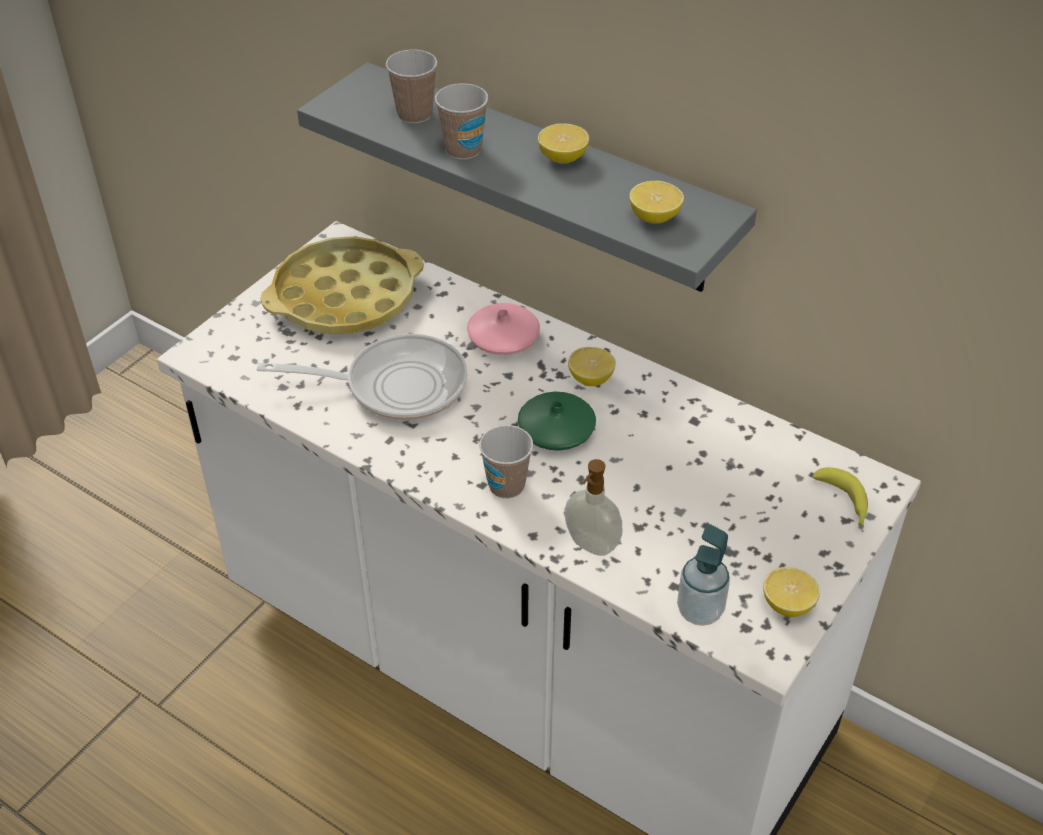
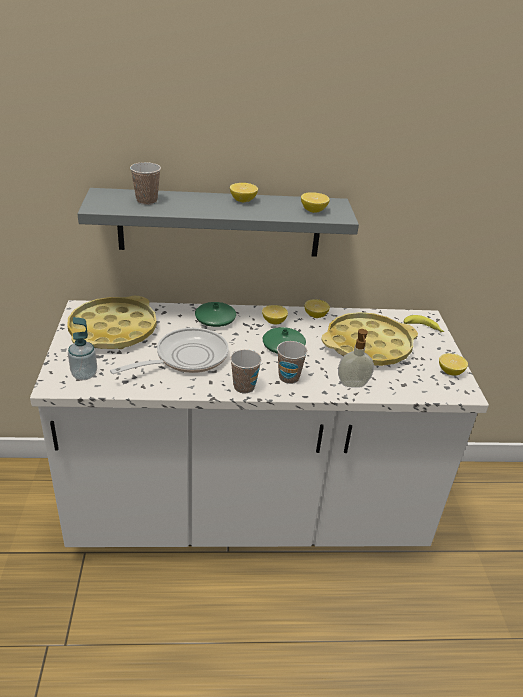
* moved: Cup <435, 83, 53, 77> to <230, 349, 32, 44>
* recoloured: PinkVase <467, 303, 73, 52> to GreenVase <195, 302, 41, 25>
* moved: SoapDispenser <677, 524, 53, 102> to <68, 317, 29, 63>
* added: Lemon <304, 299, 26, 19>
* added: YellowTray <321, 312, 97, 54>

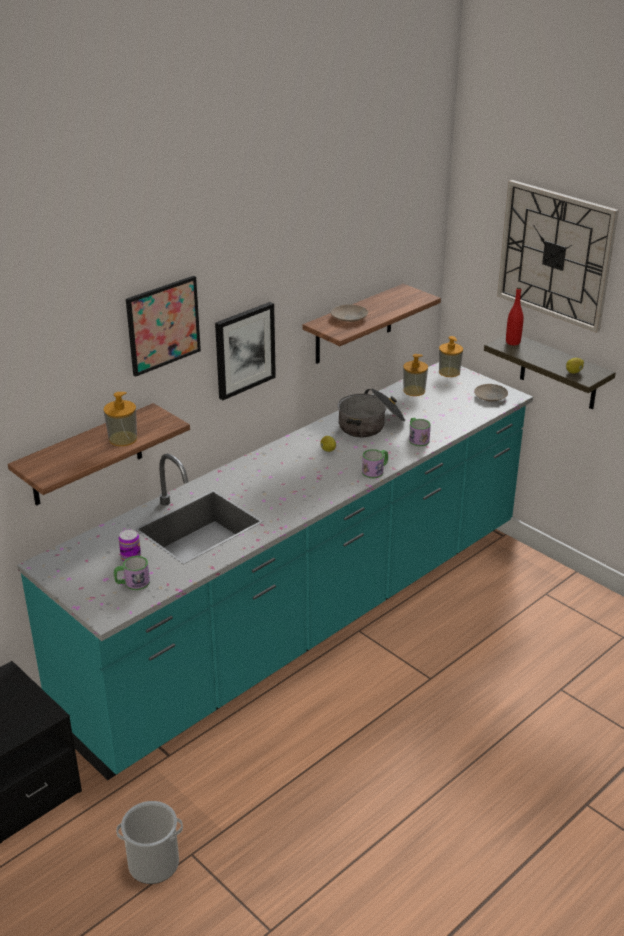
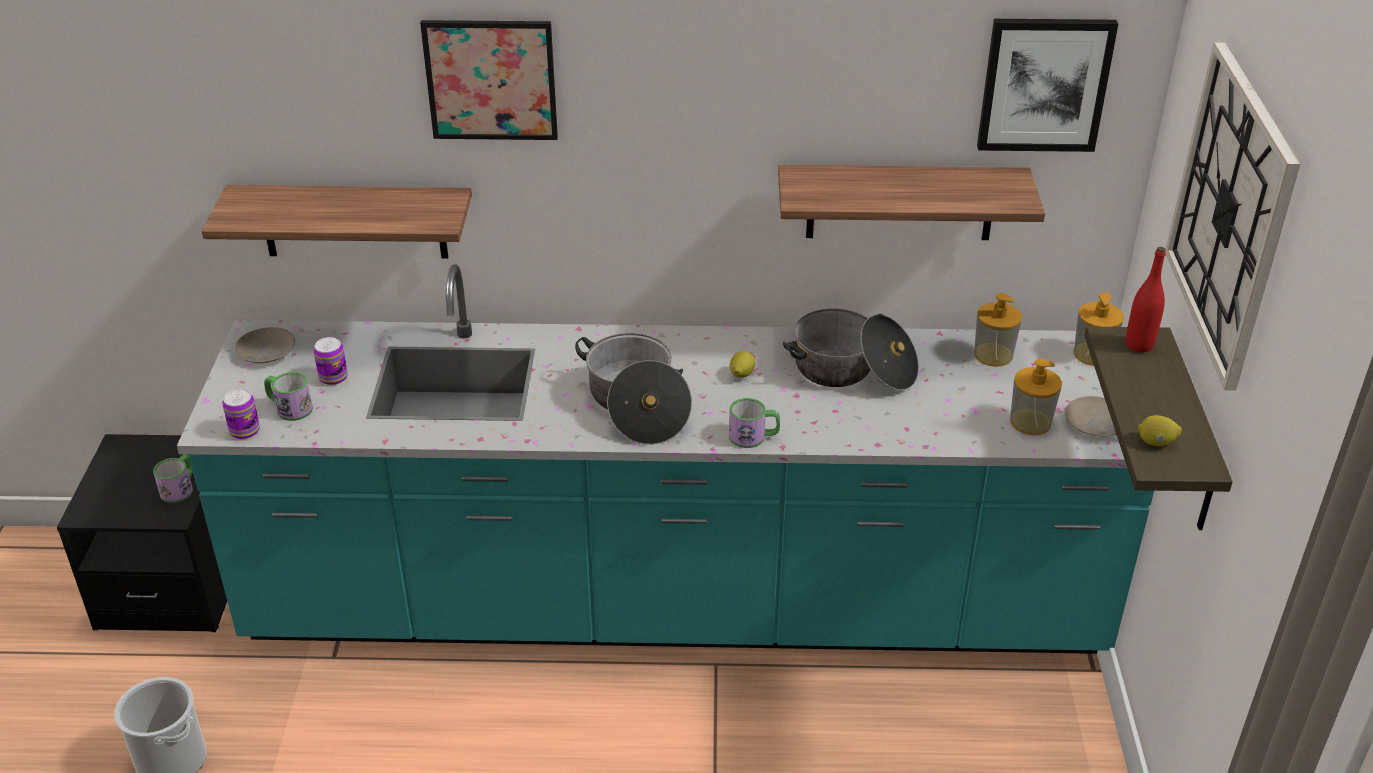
* moved: SoapDispenser <104, 392, 33, 54> to <1010, 358, 52, 77>
* moved: Picture <215, 302, 61, 98> to <977, 19, 141, 133>
* moved: BeigePlate <331, 305, 37, 17> to <235, 327, 60, 36>
* moved: Mug <409, 418, 22, 28> to <153, 454, 40, 49>
* added: Can <222, 389, 38, 50>
* added: CookingPot <575, 333, 117, 112>

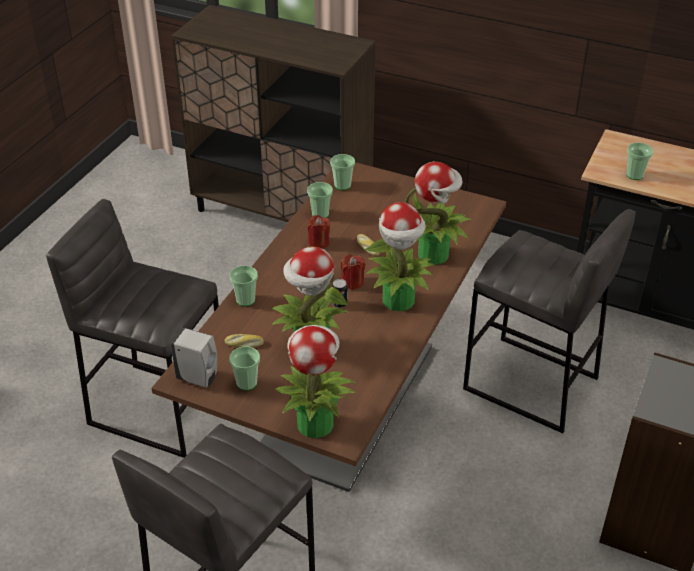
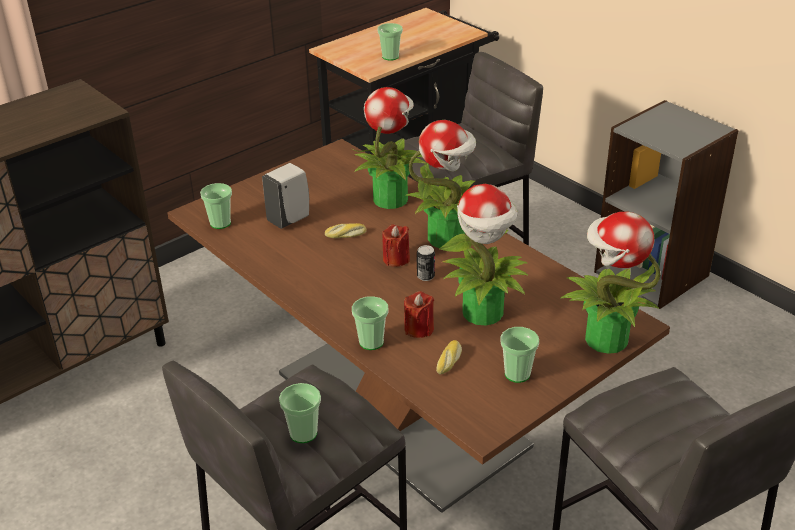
* moved: WhiteSoapDispenser <171, 328, 47, 60> to <262, 163, 47, 66>
* moved: Cup <307, 182, 26, 36> to <279, 383, 42, 60>
* moved: RedCandle <308, 215, 22, 34> to <404, 291, 30, 47>

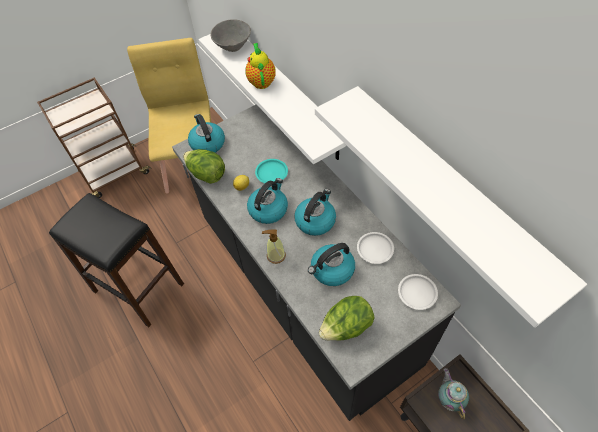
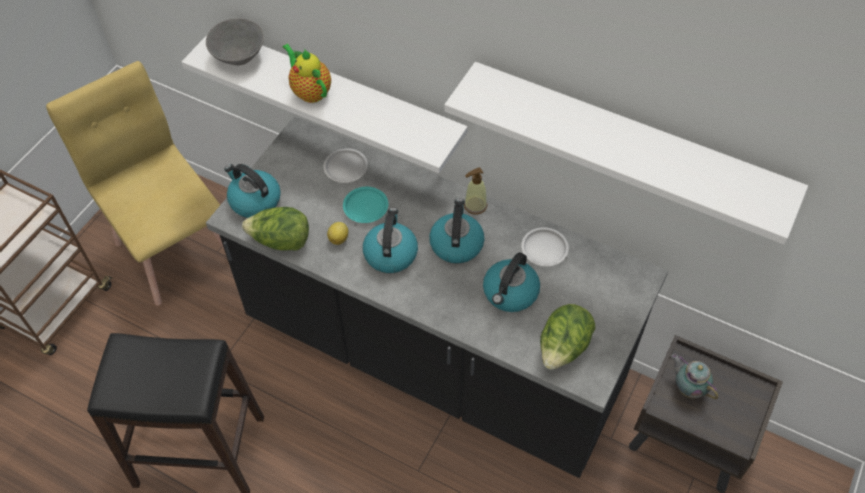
* moved: SoapDispenser <262, 229, 24, 35> to <464, 167, 24, 48>
* moved: WhitePlate <398, 274, 40, 36> to <323, 148, 45, 35>

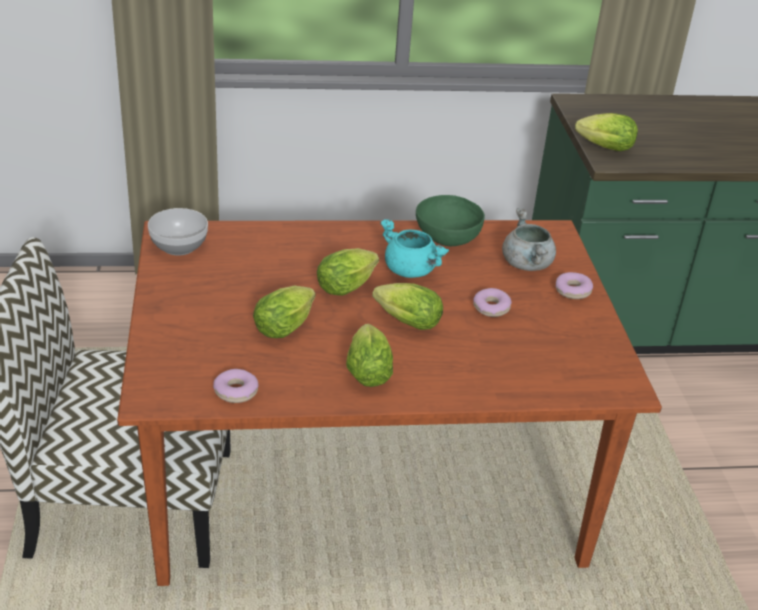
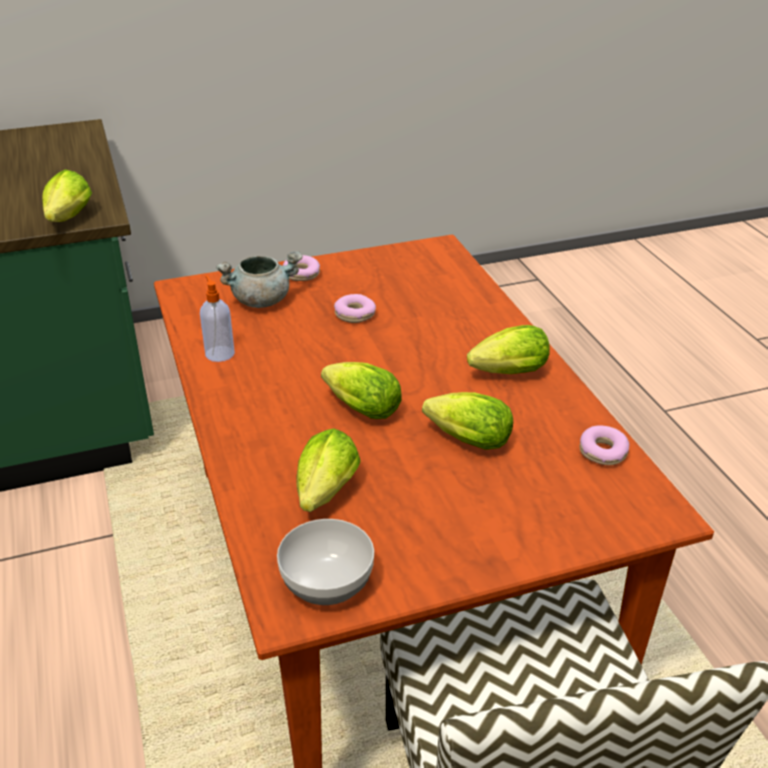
* moved: Lettuce <372, 283, 71, 47> to <296, 428, 65, 84>
* removed: TurquoiseCookingPot <380, 219, 69, 59>
* replaced: GreenBowl <416, 195, 69, 51> to SoapDispenser <200, 275, 35, 87>

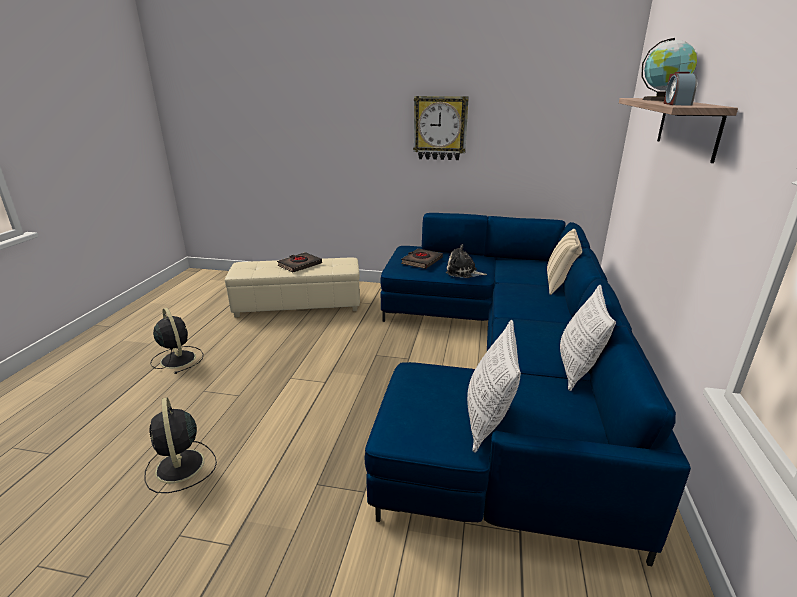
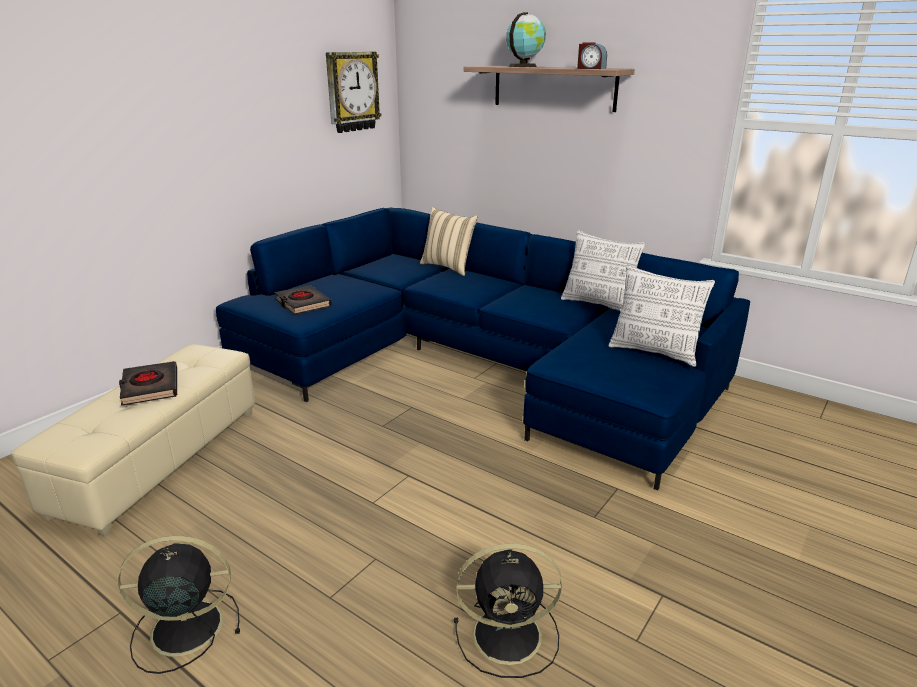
* moved: WallClock <413, 96, 56, 64> to <326, 52, 56, 81>
* removed: PlushToy <446, 244, 41, 34>

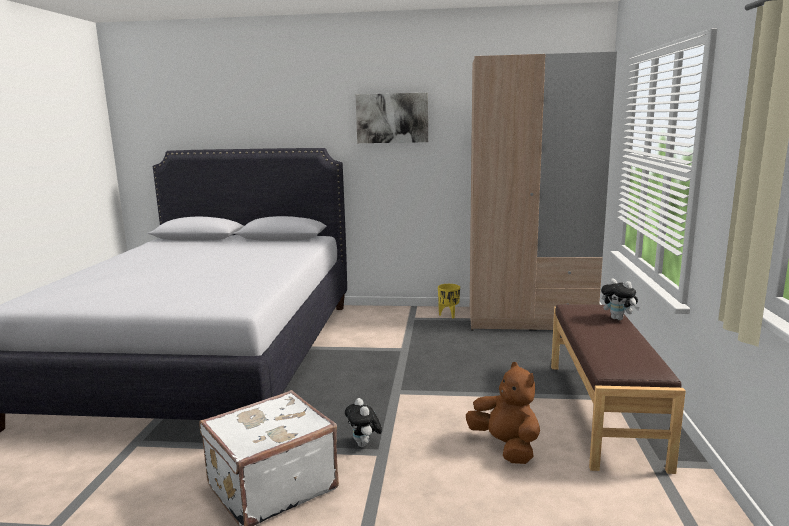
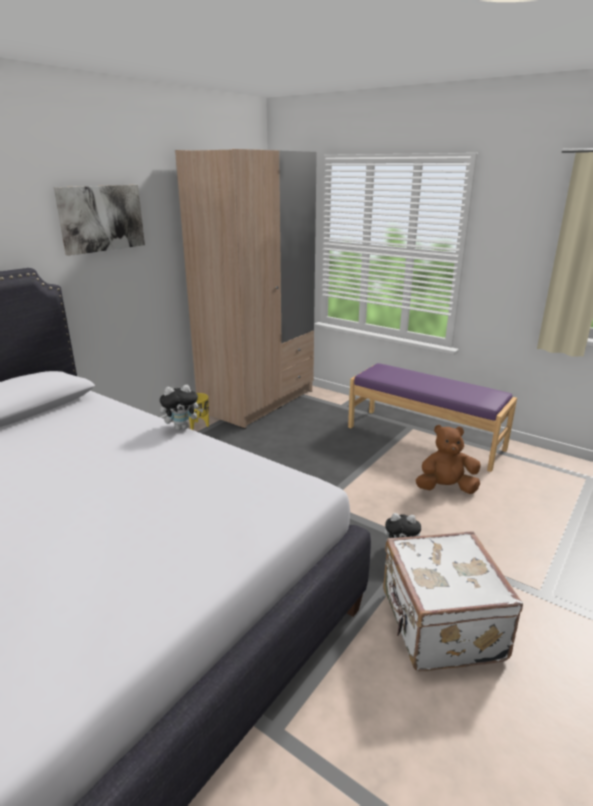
* recoloured: BrownBench <551, 304, 135, 170> to PurpleBench <348, 363, 169, 109>
* moved: PlushToy <601, 278, 39, 42> to <160, 385, 44, 45>

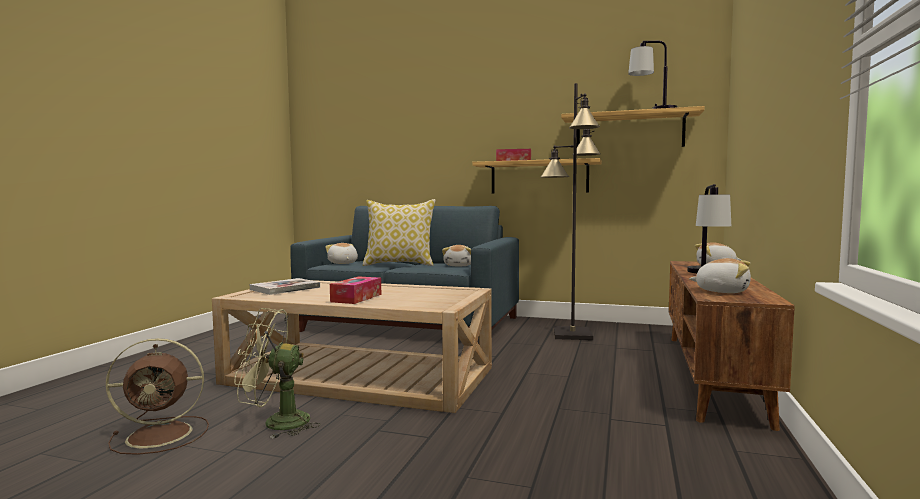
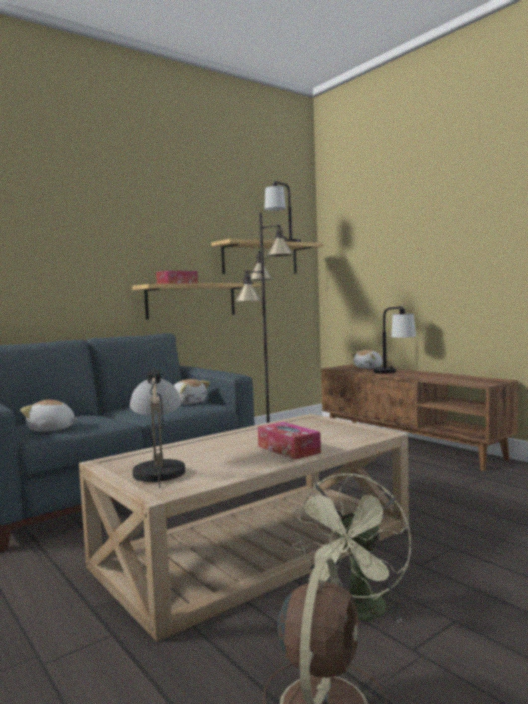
* replaced: Book <250, 278, 70, 17> to TableLamp <130, 367, 55, 121>
* removed: Pillow <363, 199, 72, 67>
* removed: PlushToy <689, 258, 62, 35>

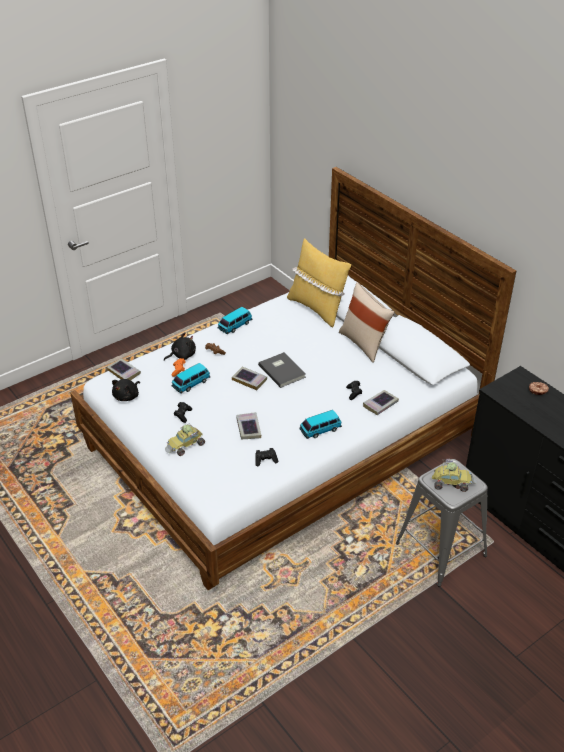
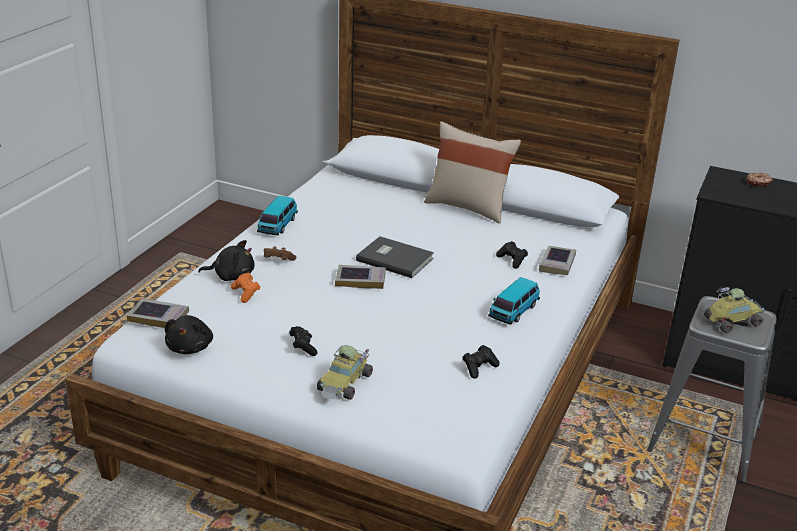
* turned: BlackPlushToy <164, 332, 32, 29> = <198, 240, 57, 41> 60 degrees clockwise
* removed: ToyCar <171, 363, 39, 30>
* removed: Book <236, 412, 25, 27>
* removed: YellowPillow <287, 238, 64, 89>

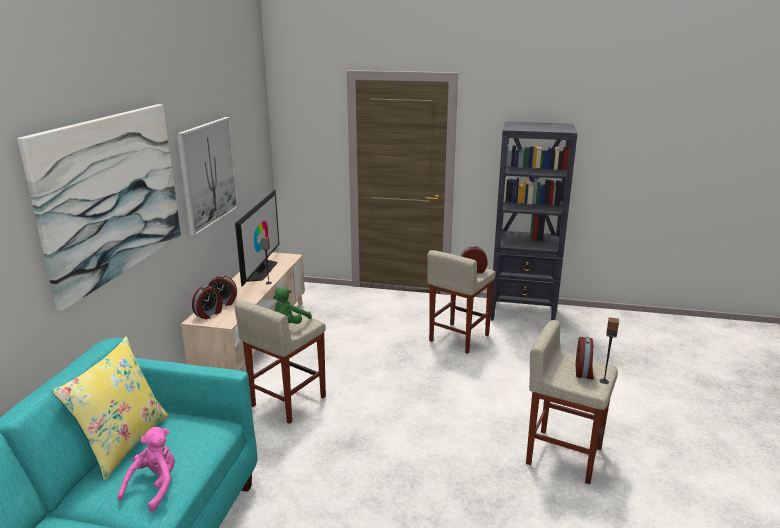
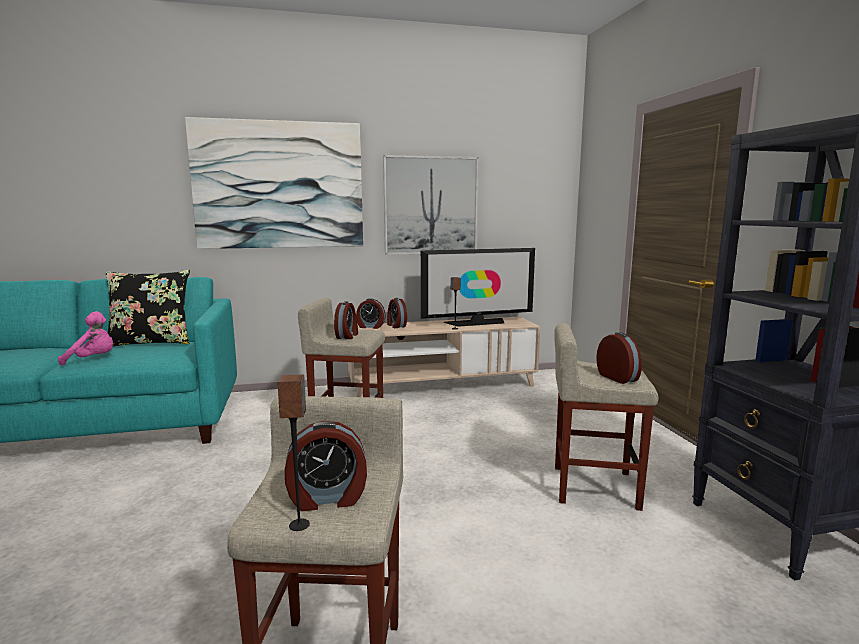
* recoloured: YellowPillow <52, 336, 116, 144> to BlackPillow <106, 270, 84, 77>
* replaced: GreenPlushToy <273, 287, 39, 37> to AlarmClock <334, 301, 24, 38>

